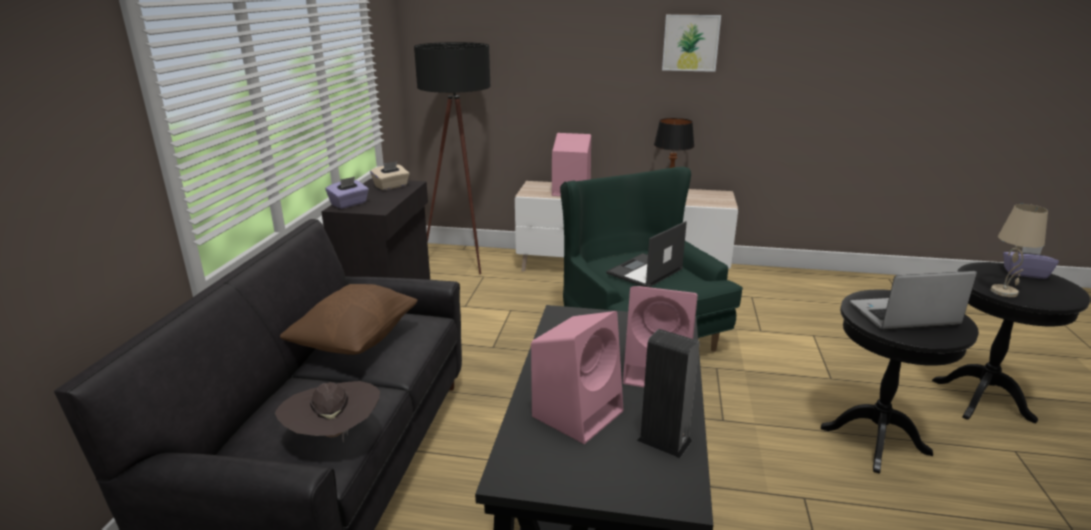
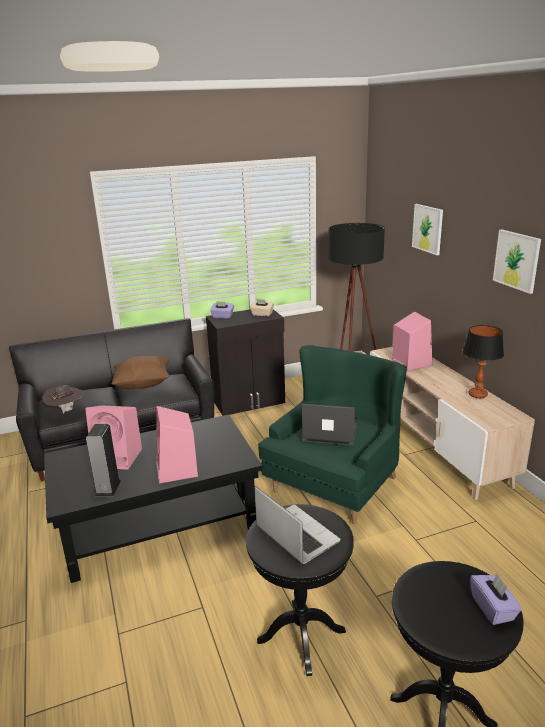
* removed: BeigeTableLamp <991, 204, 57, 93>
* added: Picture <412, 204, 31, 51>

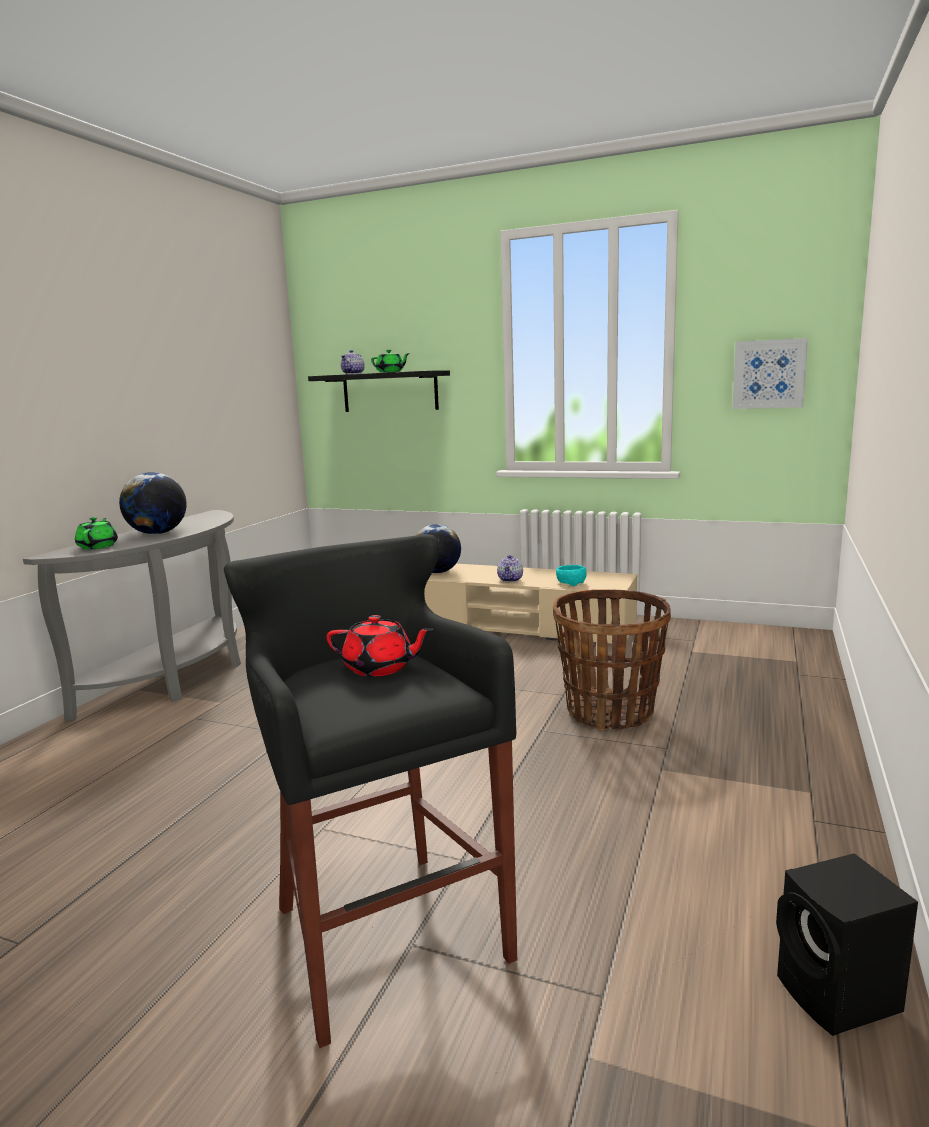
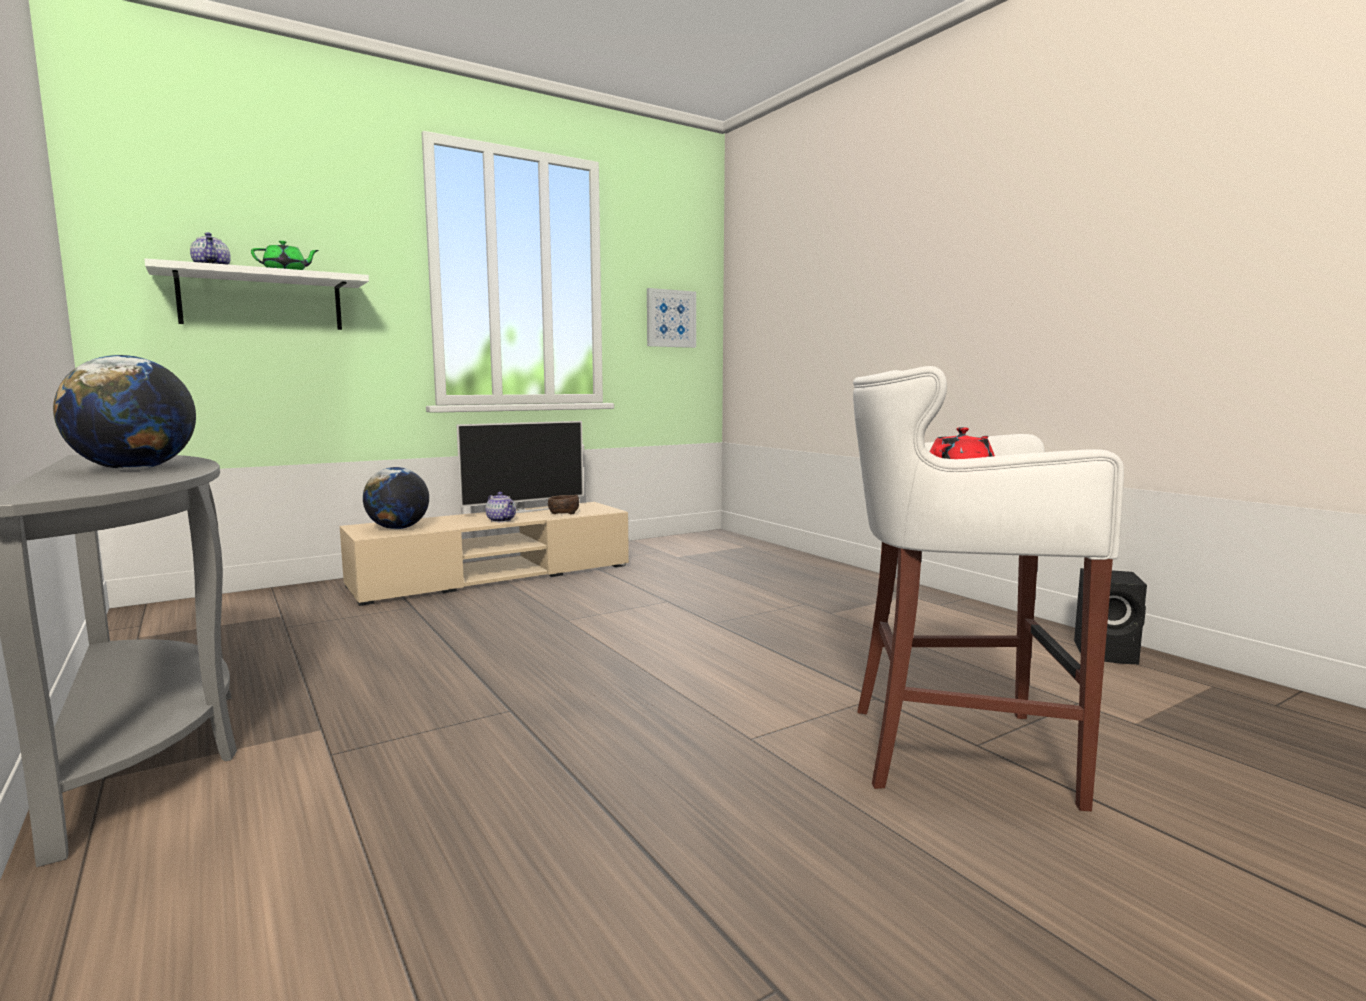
* removed: GreenTeapot <75, 517, 43, 32>
* recoloured: BlackStool <224, 534, 293, 514> to WhiteStool <853, 366, 271, 445>
* recoloured: BlackShelf <308, 370, 142, 42> to WhiteShelf <144, 258, 225, 72>
* removed: Basket <553, 589, 118, 142>
* recoloured: TurquoiseBowl <556, 565, 31, 21> to BrownBowl <548, 495, 31, 20>
* added: Television <456, 421, 128, 92>

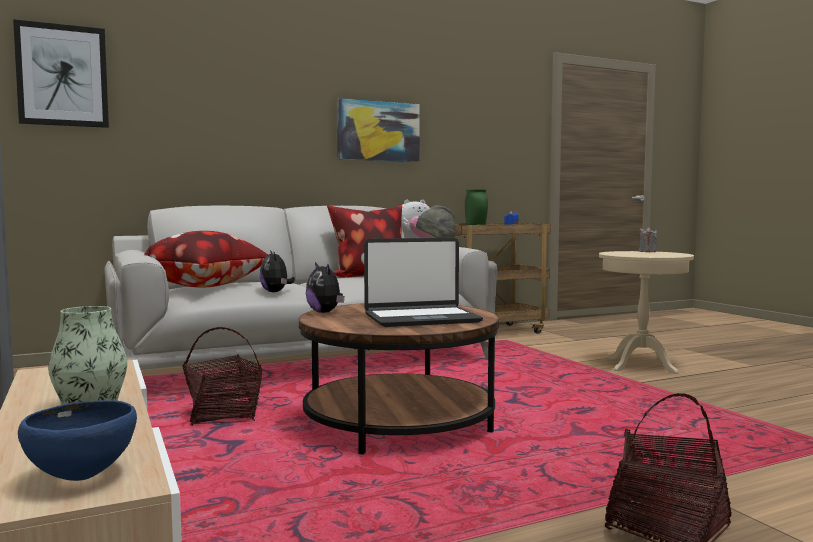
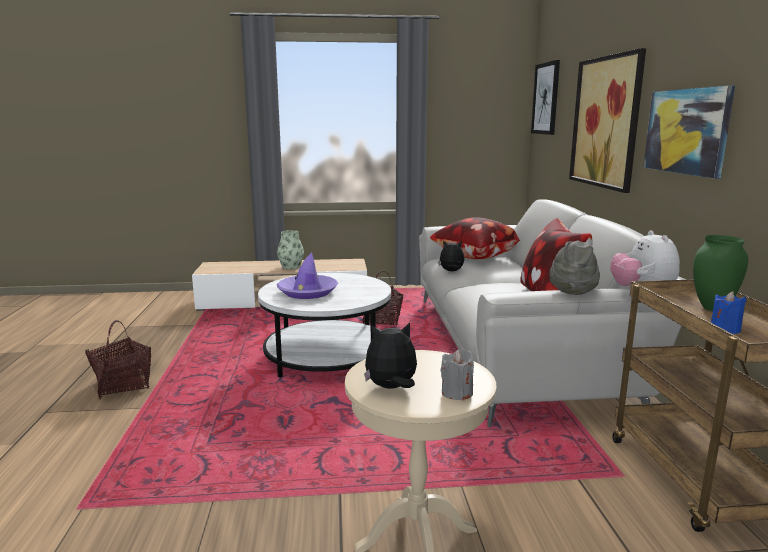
* removed: BlueBowl <18, 400, 119, 81>
* recoloured: BrownCoffeeTable <299, 303, 200, 152> to WhiteCoffeeTable <258, 273, 133, 105>
* moved: PlushToy <306, 262, 38, 51> to <364, 322, 53, 67>
* replaced: Laptop <364, 238, 119, 89> to PurpleHat <277, 252, 61, 47>
* added: Picture <569, 48, 77, 145>

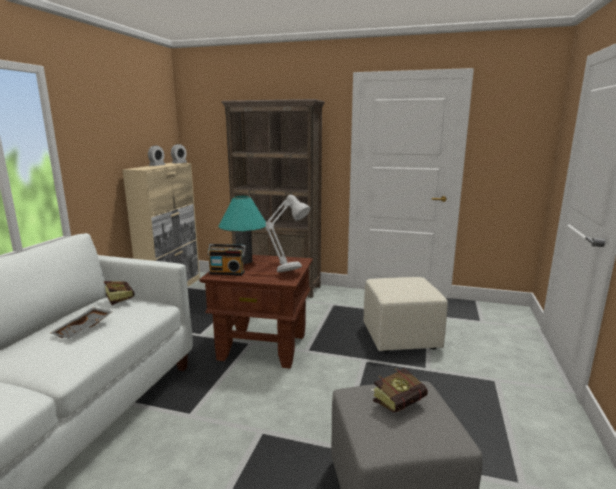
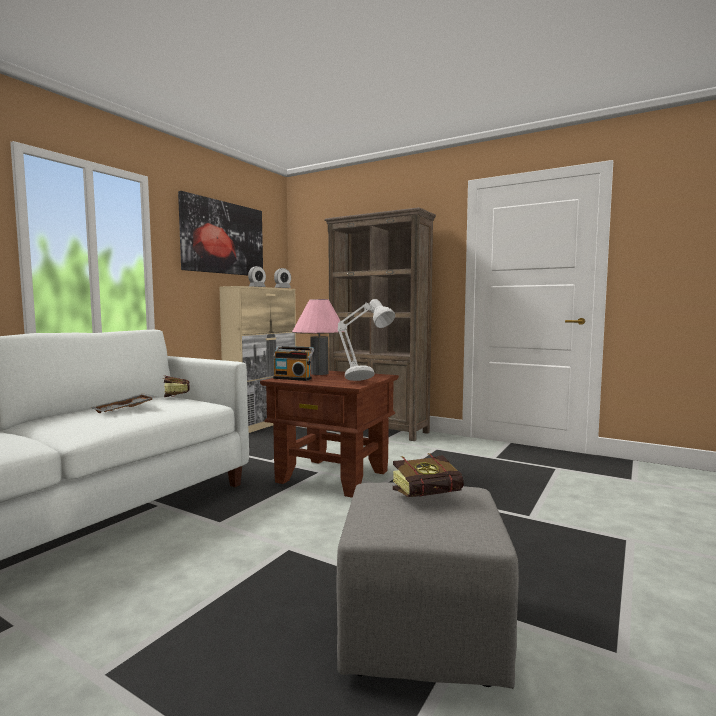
* recoloured: TurquoiseTableLamp <218, 195, 48, 69> to PinkTableLamp <292, 299, 53, 76>
* removed: BeigeOttoman <363, 277, 85, 75>
* added: Picture <178, 191, 85, 84>

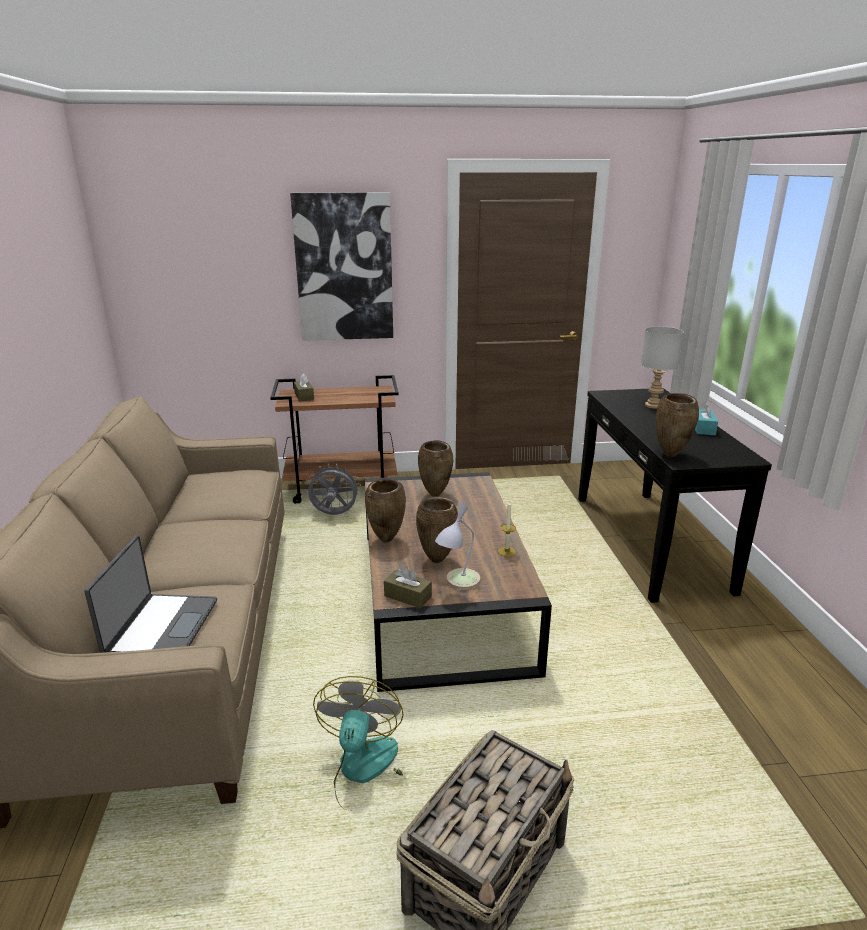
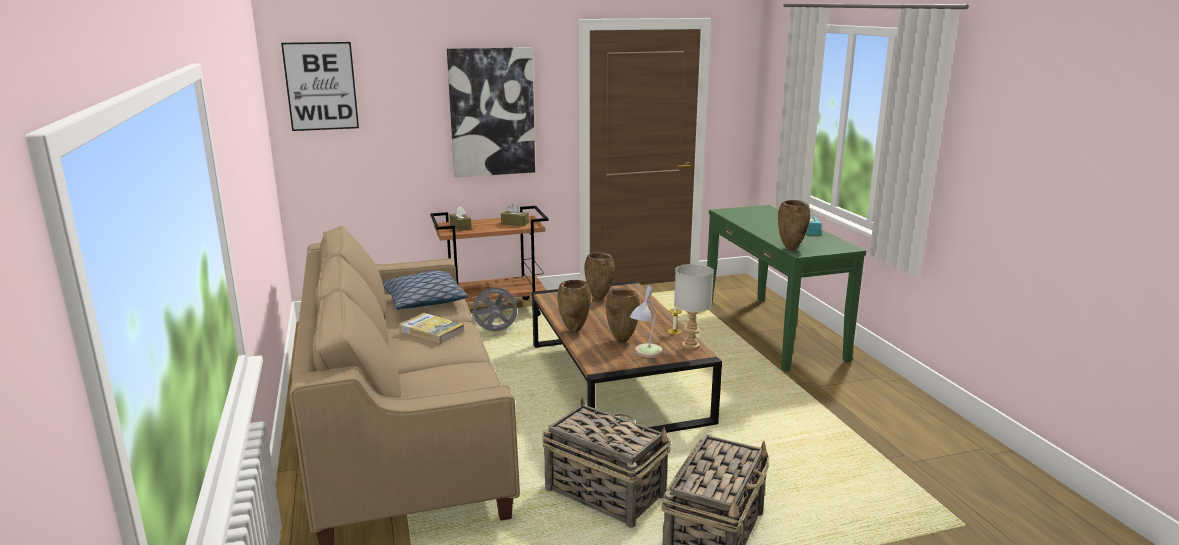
* removed: Laptop <84, 536, 133, 117>
* replaced: Fan <313, 676, 91, 134> to Basket <542, 397, 129, 131>
* moved: BrownTissueBox <384, 566, 48, 42> to <501, 203, 28, 23>
* recoloured: BlackConsoleTable <578, 388, 194, 215> to GreenConsoleTable <707, 205, 159, 167>
* moved: GreyTableLamp <641, 326, 43, 83> to <674, 264, 40, 86>
* added: Picture <281, 42, 78, 89>
* added: Pillow <383, 270, 85, 39>
* added: Book <399, 313, 65, 30>

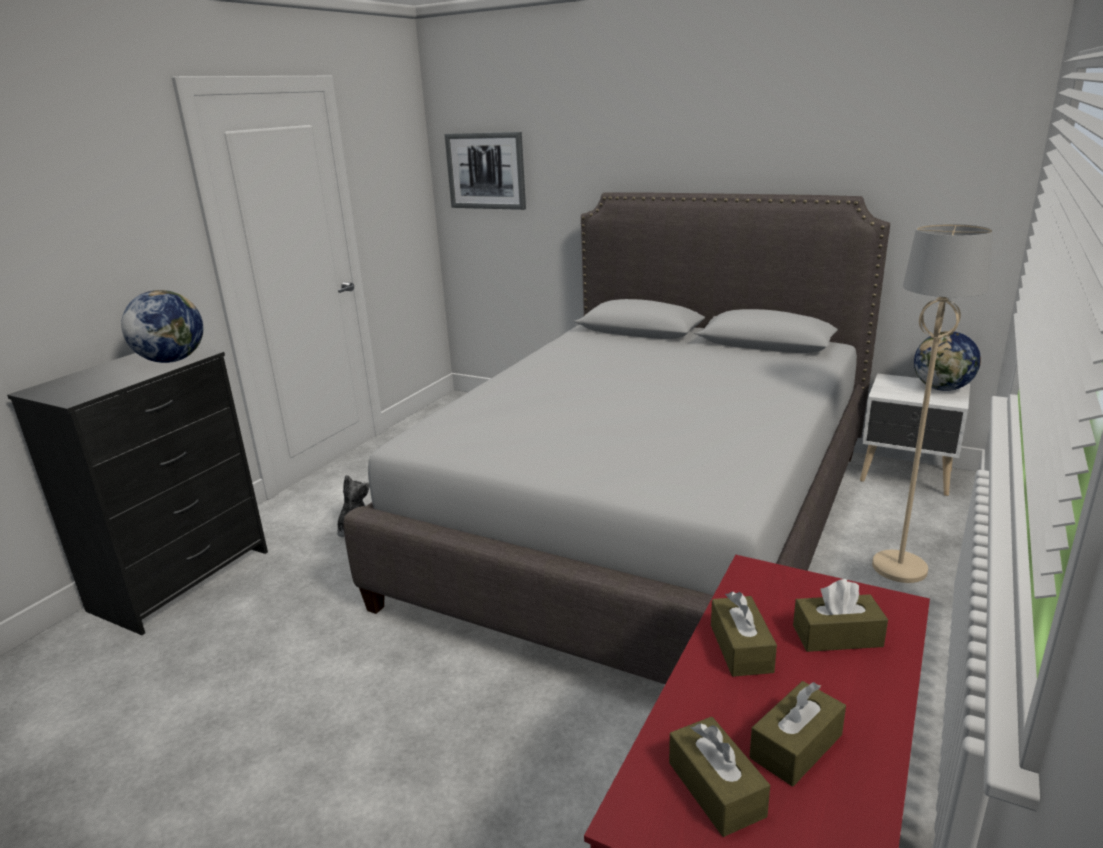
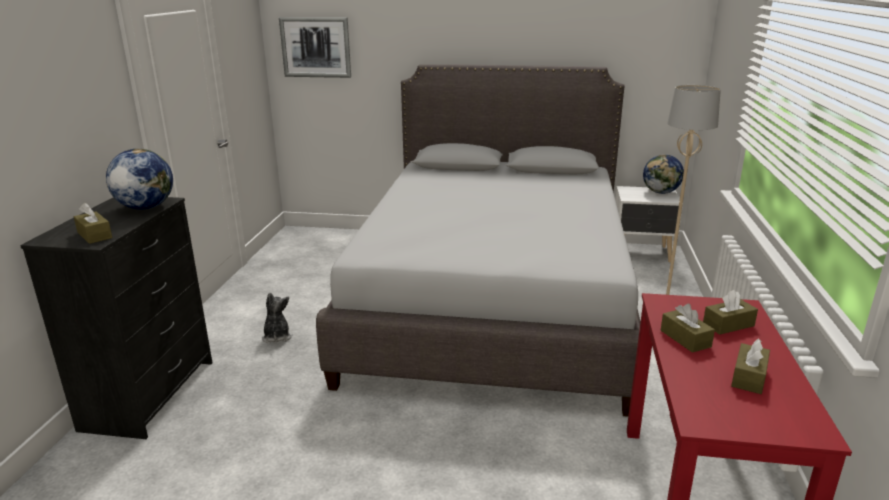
* moved: BrownTissueBox <669, 717, 101, 120> to <74, 203, 39, 41>

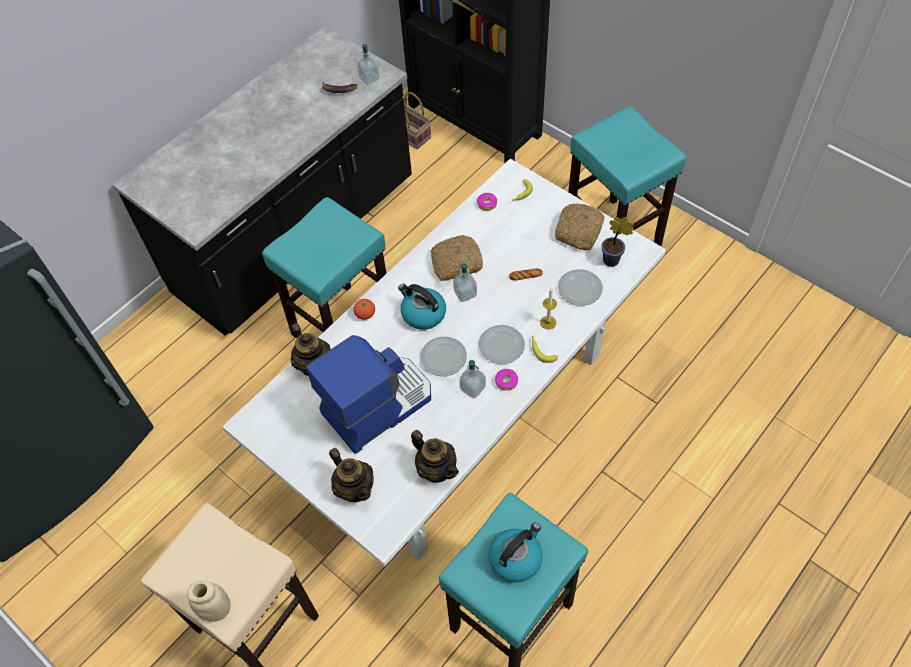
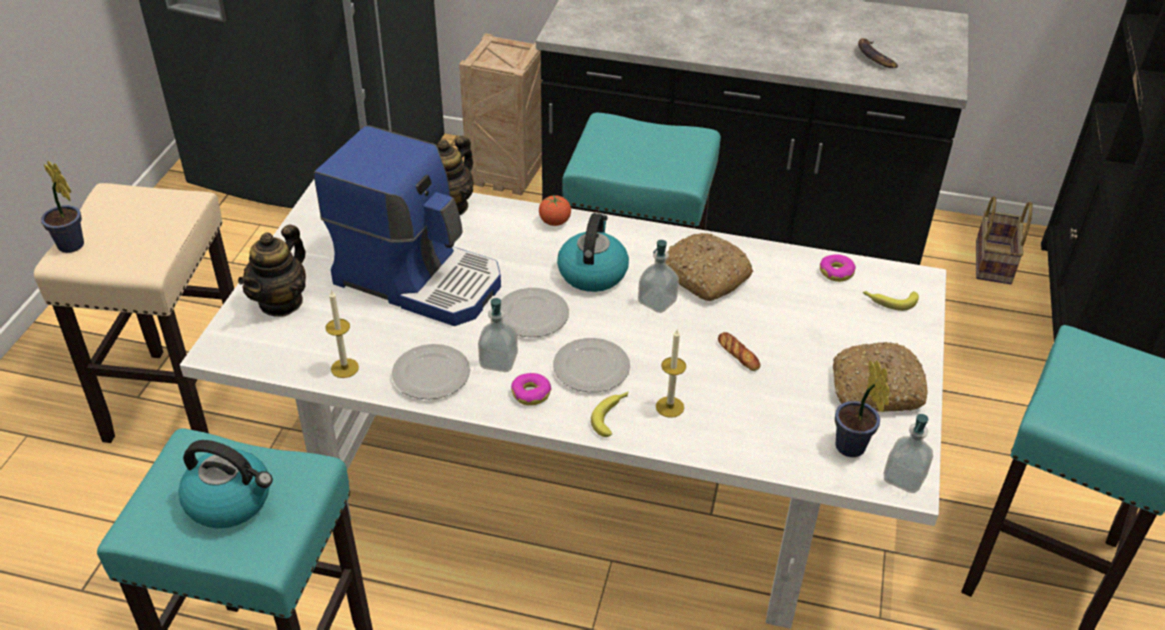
* replaced: BeigeJar <187, 581, 44, 41> to PottedPlant <41, 160, 43, 93>
* moved: SoapDispenser <357, 44, 22, 41> to <884, 414, 49, 79>
* replaced: Teapot <411, 430, 48, 53> to Candle <326, 290, 33, 88>
* moved: Plate <558, 269, 45, 37> to <392, 344, 78, 55>
* added: Crate <459, 33, 84, 163>

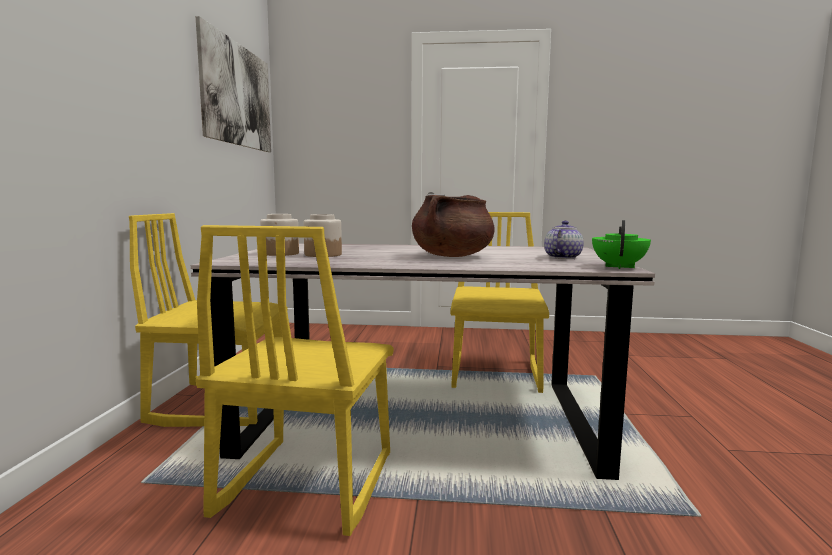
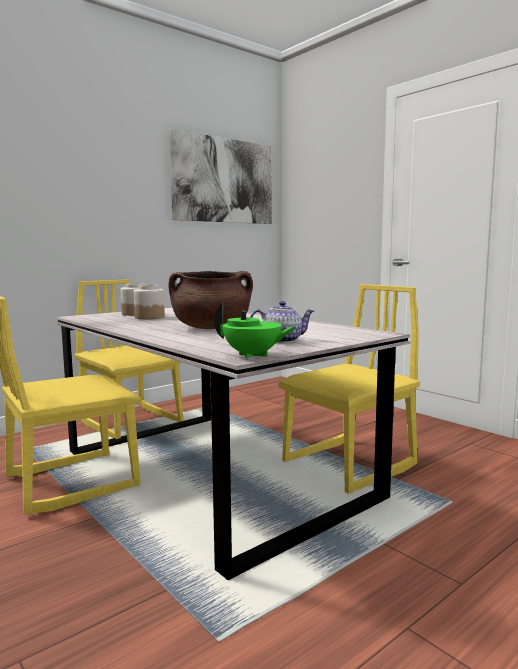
* turned: GreenTeapot <592, 220, 59, 49> = <214, 303, 82, 56> 45 degrees clockwise

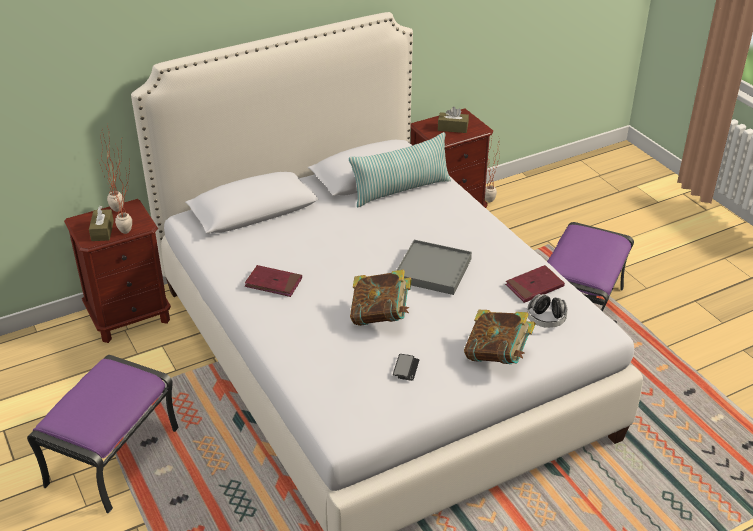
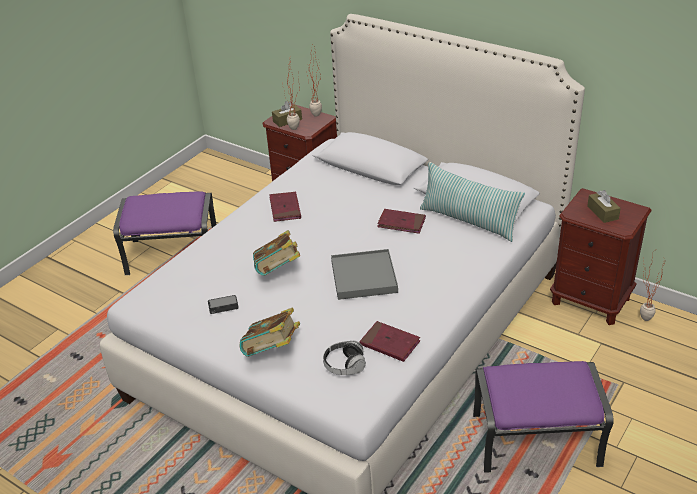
* added: RedBook <377, 209, 49, 25>

